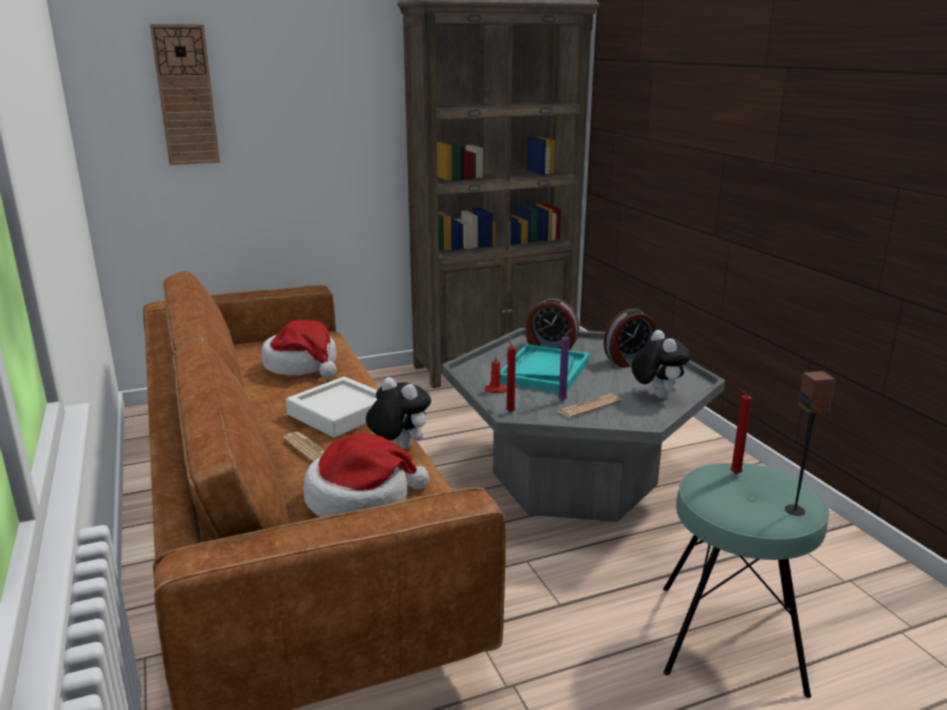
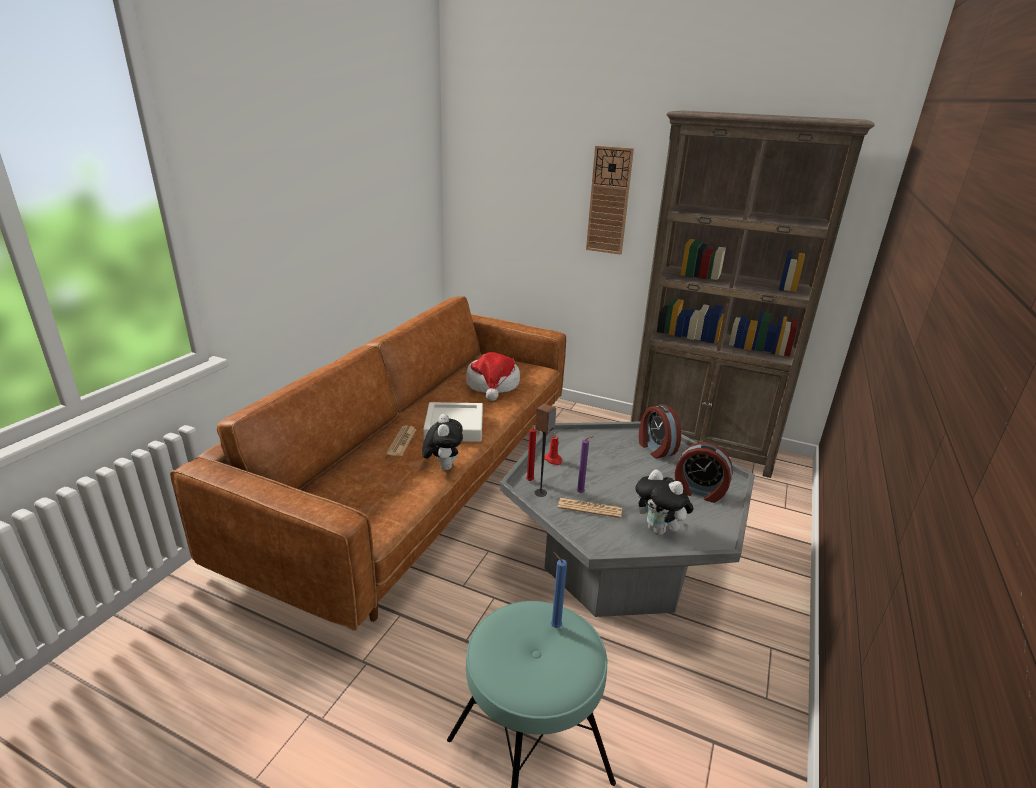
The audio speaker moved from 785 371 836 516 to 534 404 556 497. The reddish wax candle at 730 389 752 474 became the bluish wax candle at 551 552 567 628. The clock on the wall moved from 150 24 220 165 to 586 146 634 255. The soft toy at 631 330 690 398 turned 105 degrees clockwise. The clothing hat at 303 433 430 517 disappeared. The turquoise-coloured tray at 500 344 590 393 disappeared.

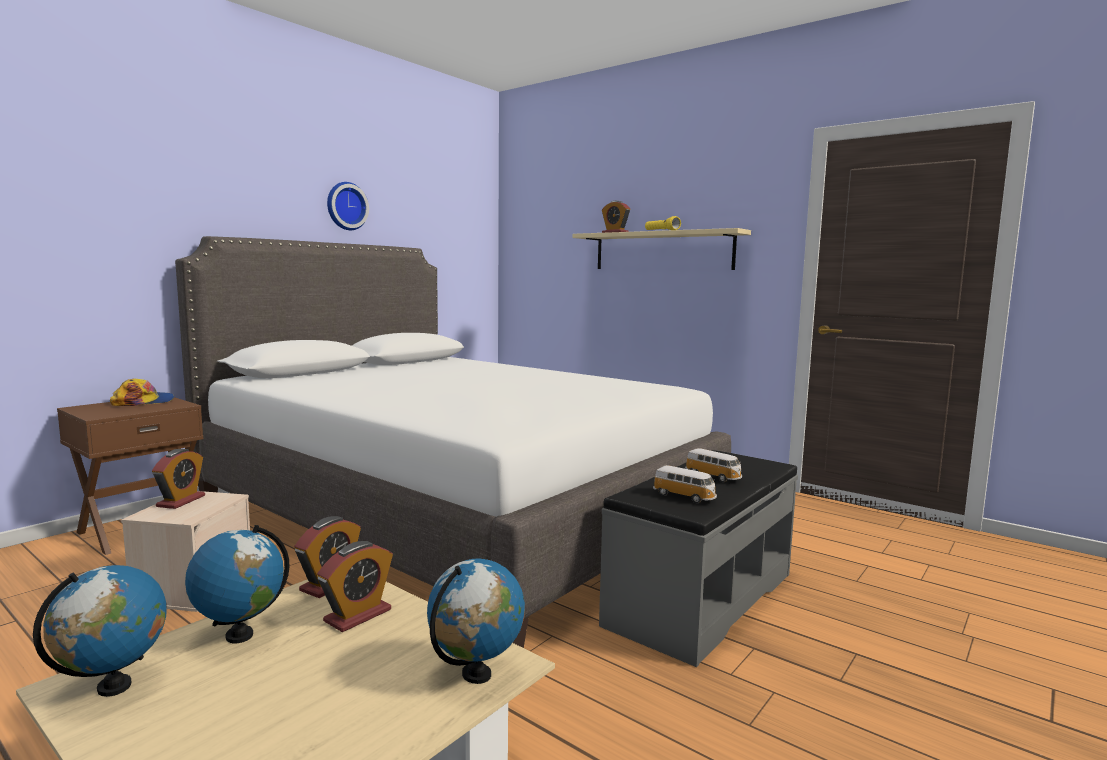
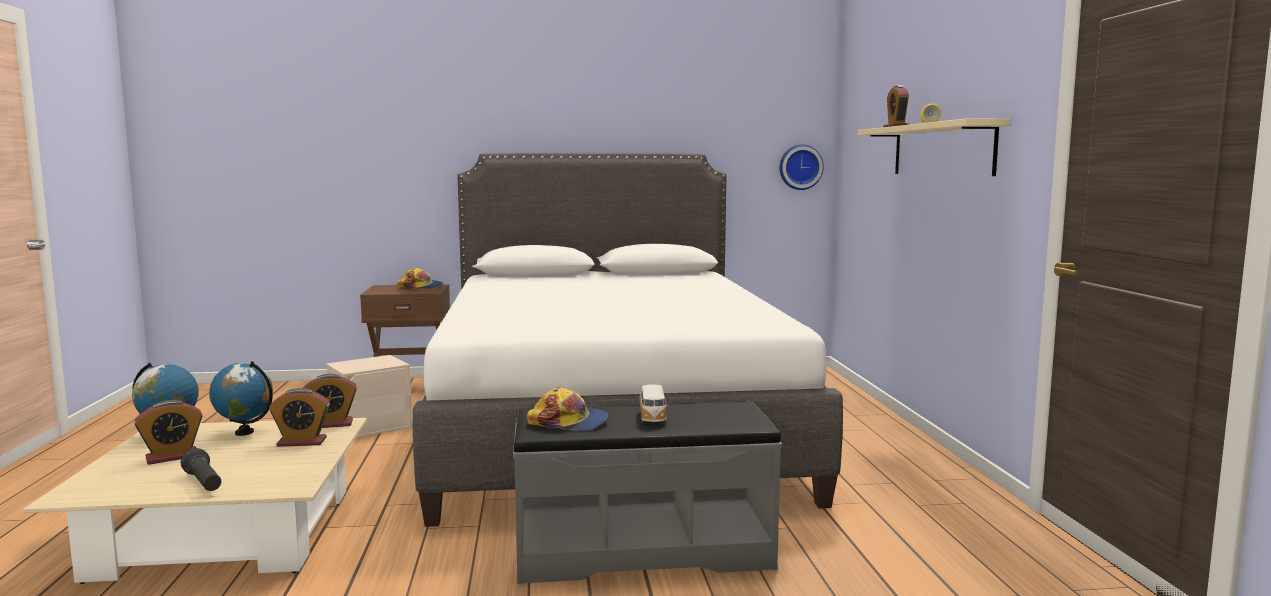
The table clock moved from 152 449 205 509 to 134 400 203 465. The blackish hand torch at 181 448 221 491 appeared. The miniature car at 653 465 717 503 was replaced by the baseball cap at 527 387 608 431. The clock on the wall moved from 327 182 369 230 to 780 144 824 190. The world globe at 427 558 525 684 disappeared.

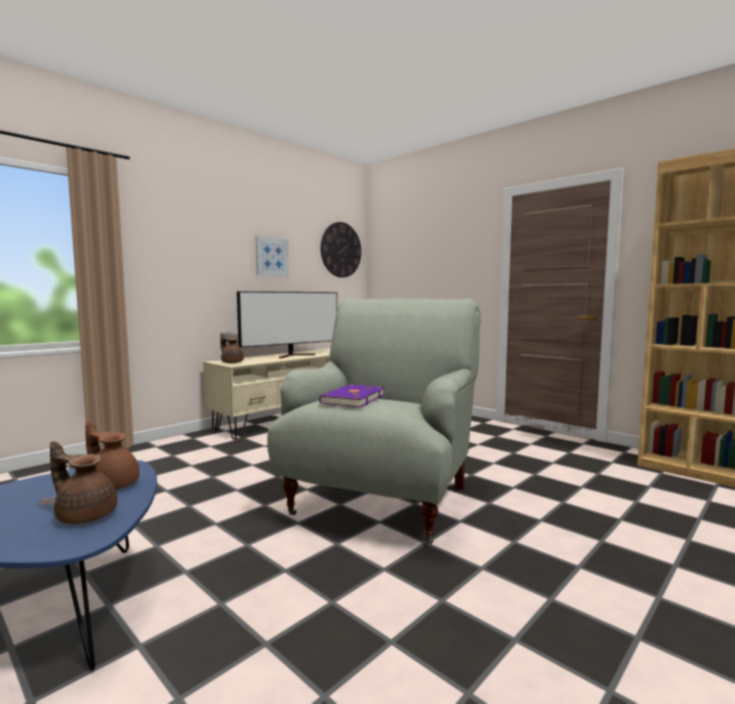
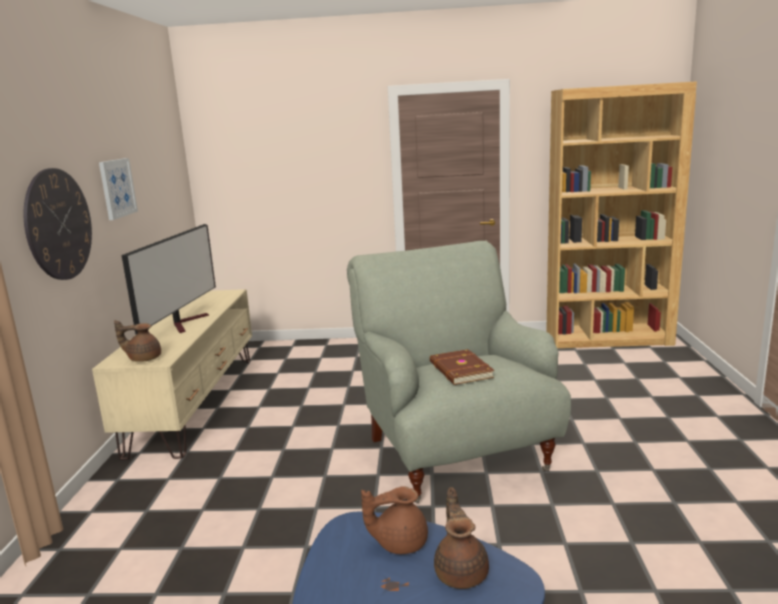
The clock on the wall moved from 320 222 361 278 to 23 168 92 280. The purplish book at 319 384 385 408 became the brown book at 430 349 494 385. The brown pot for tea at 50 441 117 524 turned 105 degrees clockwise.

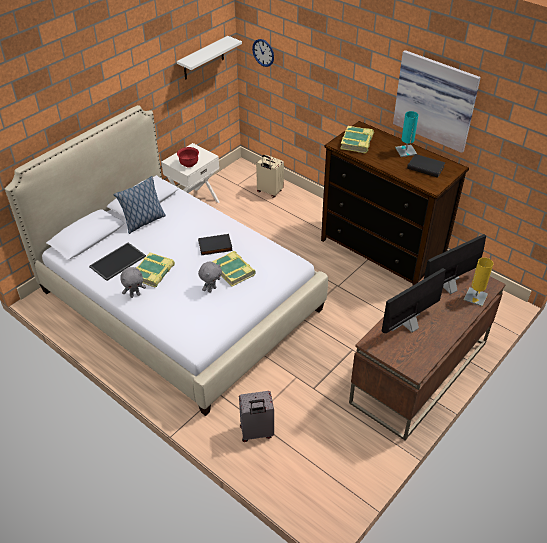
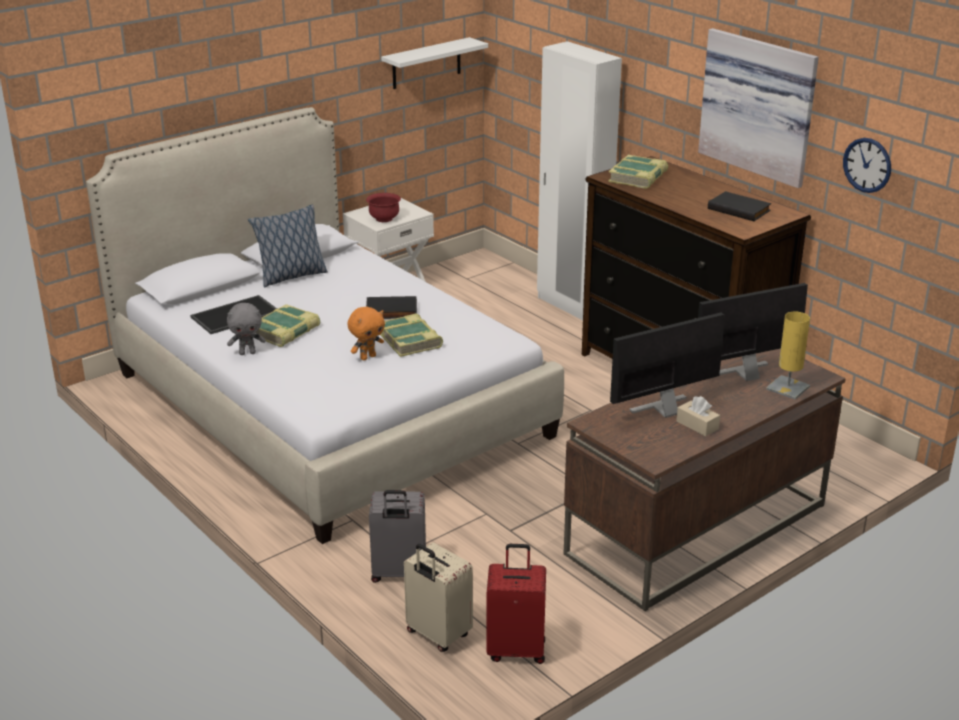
The greyish soft toy at 198 262 222 293 became the orange-coloured soft toy at 347 307 385 360. The sand-coloured travel case moved from 256 155 284 198 to 404 542 473 652. The reddish travel case at 486 544 546 664 appeared. The whitish armoire at 537 41 622 320 appeared. The sand-coloured box of tissues at 676 396 720 436 appeared. The clock on the wall moved from 252 39 274 67 to 843 138 891 193. The turquoise-coloured lamp for a table at 395 111 418 157 disappeared.

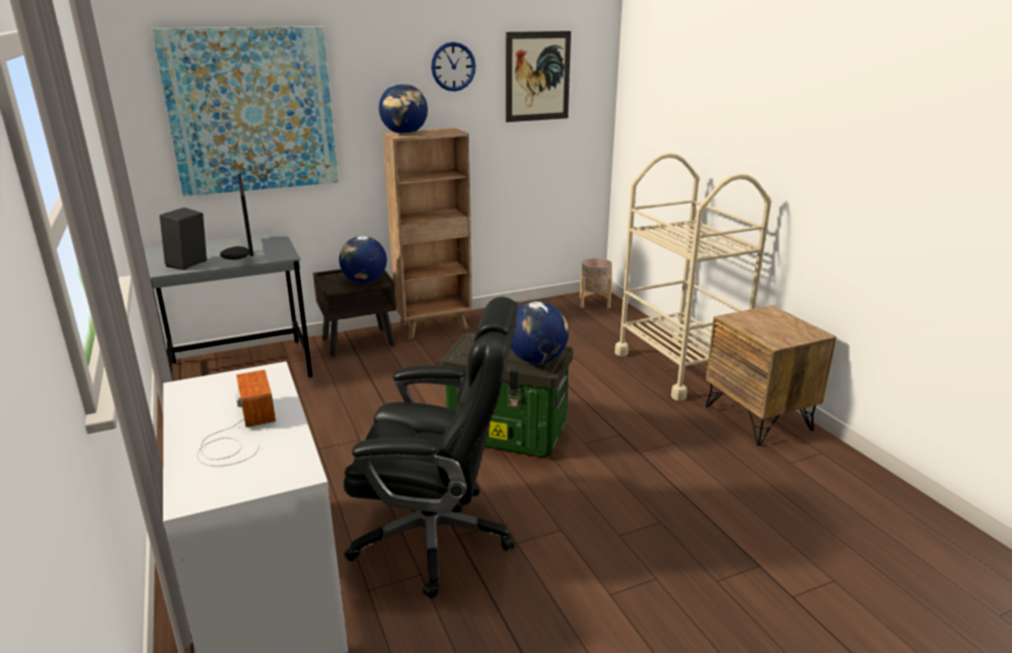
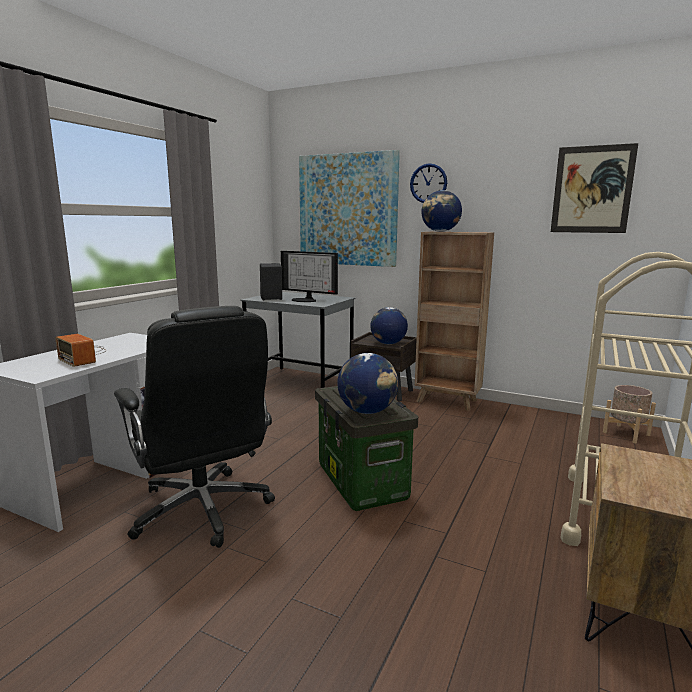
The radio receiver at 197 370 276 466 turned 105 degrees clockwise. The computer display at 220 174 254 260 turned 90 degrees counterclockwise. The clock on the wall moved from 431 42 476 91 to 410 163 447 203.

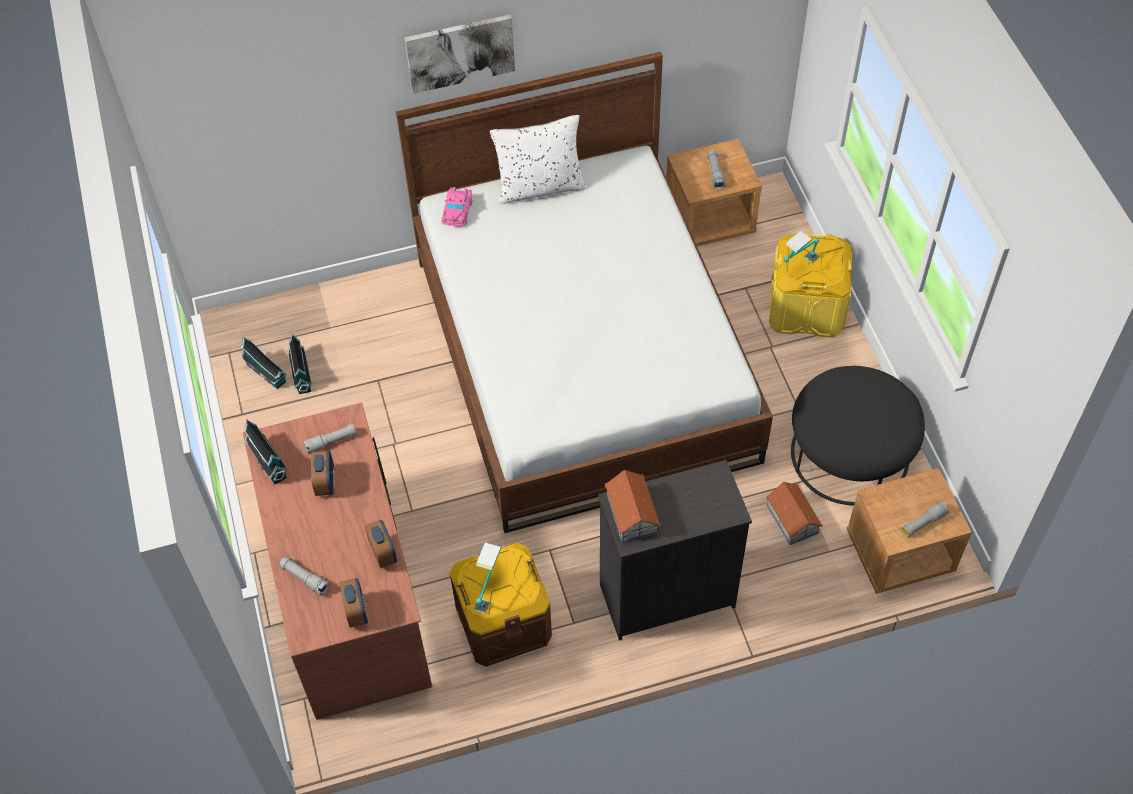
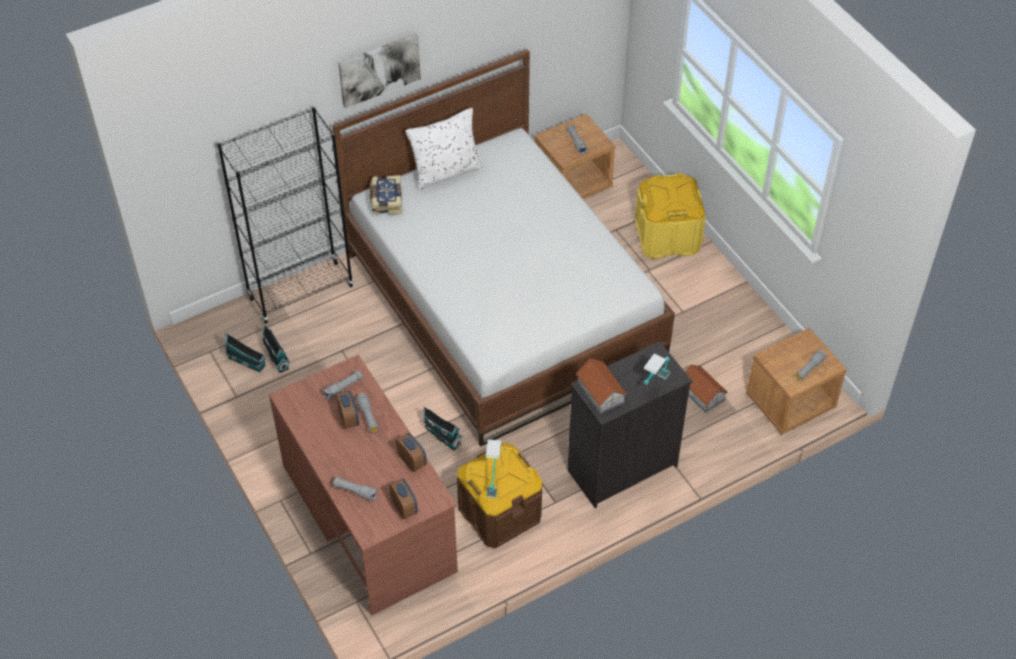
The blackish shelving unit at 217 107 354 324 appeared. The greyish hand torch at 356 393 378 432 appeared. The pink miniature car at 442 187 472 226 was replaced by the book at 370 175 402 216. The toy house moved from 244 419 287 485 to 423 407 463 451. The lamp for a table moved from 784 231 819 263 to 644 353 671 385. The blackish pouffe at 791 366 925 505 disappeared.

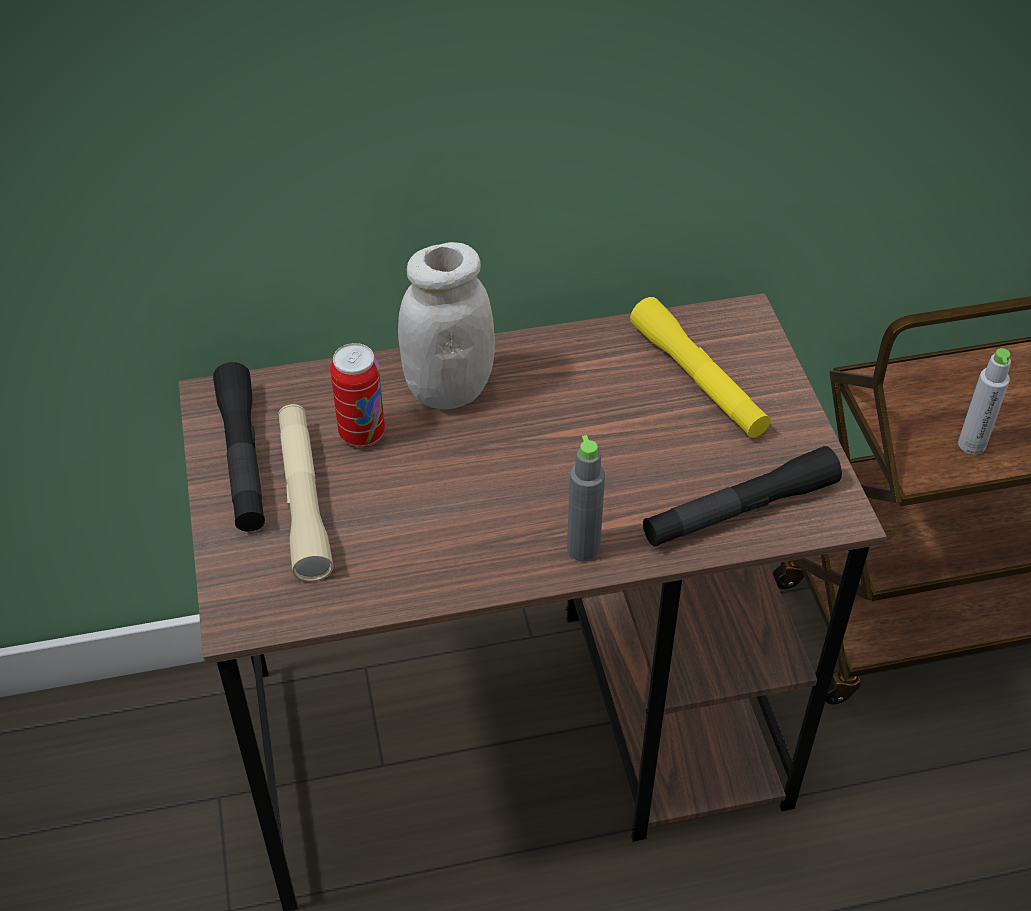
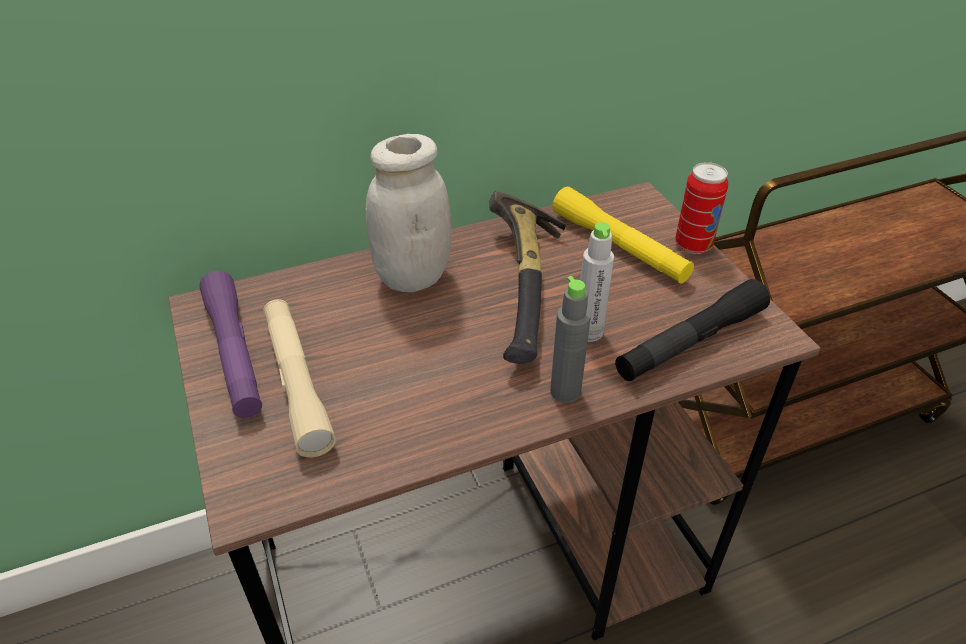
The blackish hand torch at 213 362 265 532 became the purplish hand torch at 199 271 262 418. The hammer at 489 191 567 364 appeared. The greyish drink bottle moved from 958 348 1011 455 to 580 222 614 342. The can moved from 330 343 385 447 to 675 162 728 254.

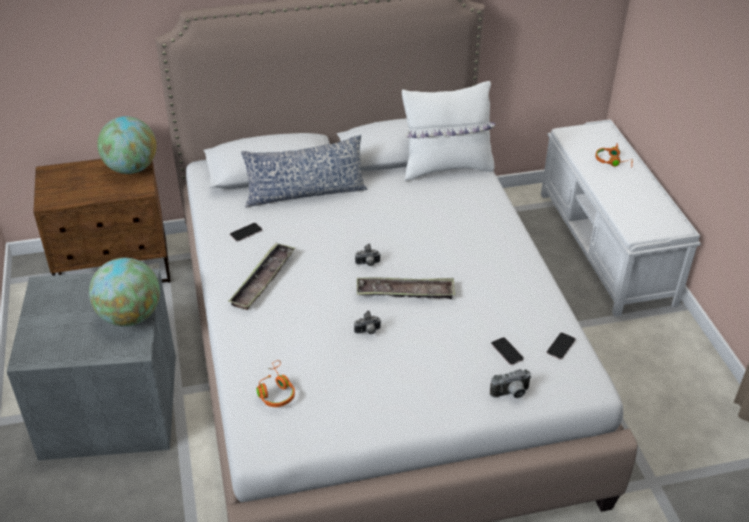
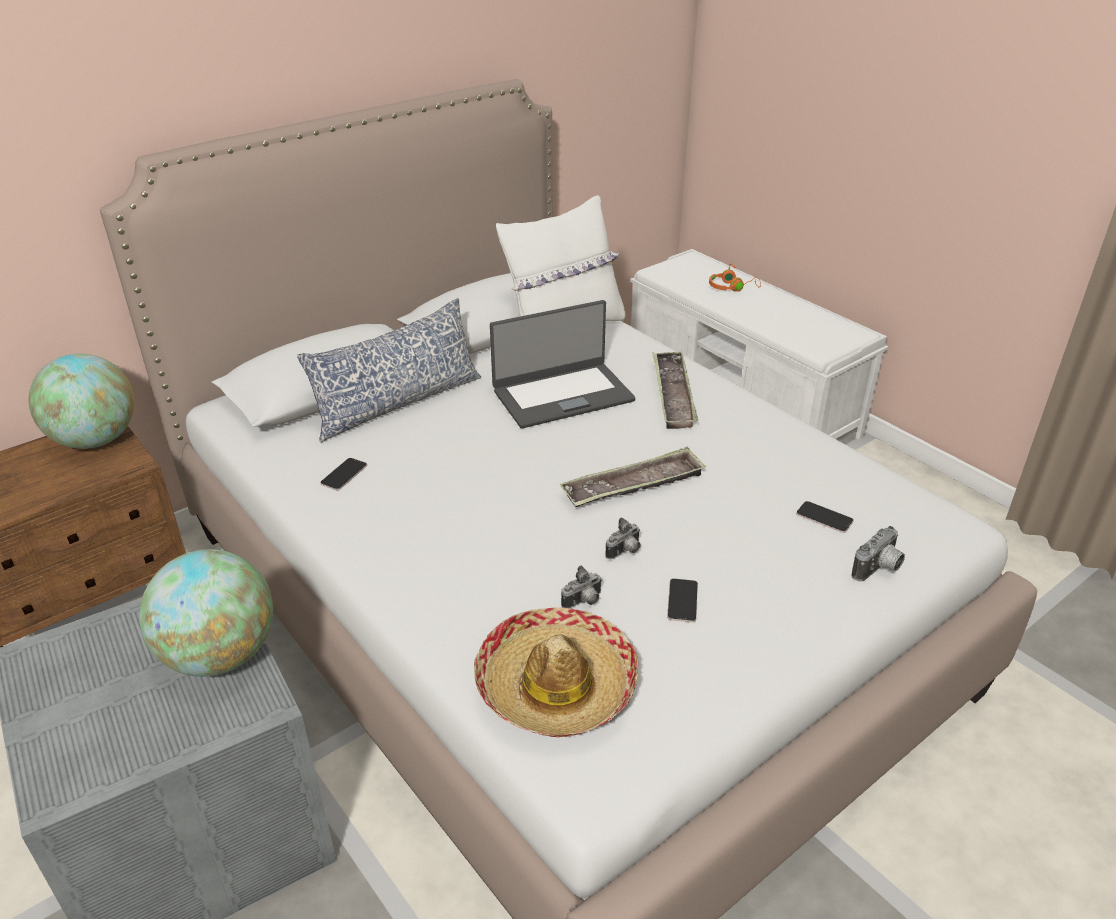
The orange-coloured headphones at 257 360 295 407 was replaced by the clothing hat at 474 607 638 737. The laptop at 490 300 635 428 appeared. The photo camera moved from 355 244 381 266 to 561 566 602 608. The tray moved from 228 243 295 310 to 652 352 698 429. The handset moved from 546 333 576 360 to 667 578 698 622.

